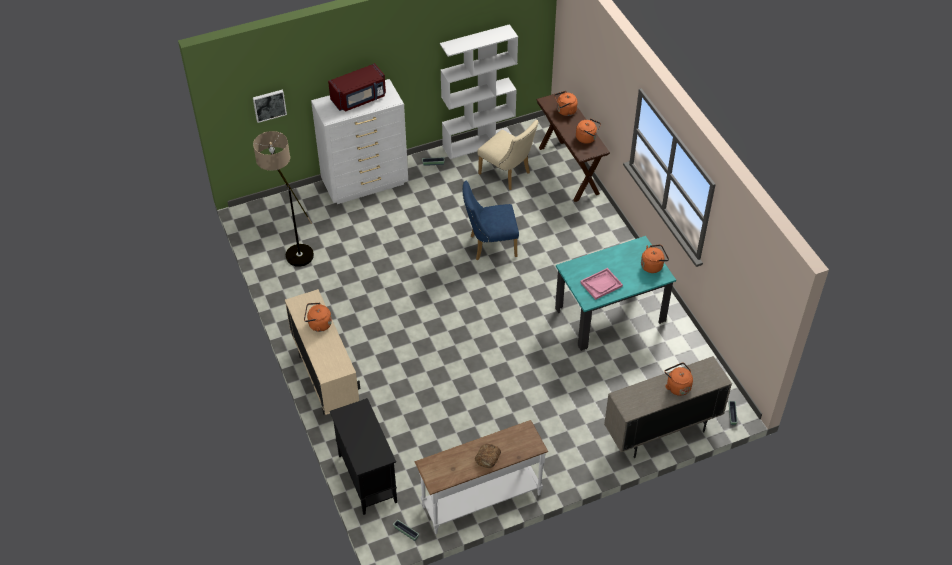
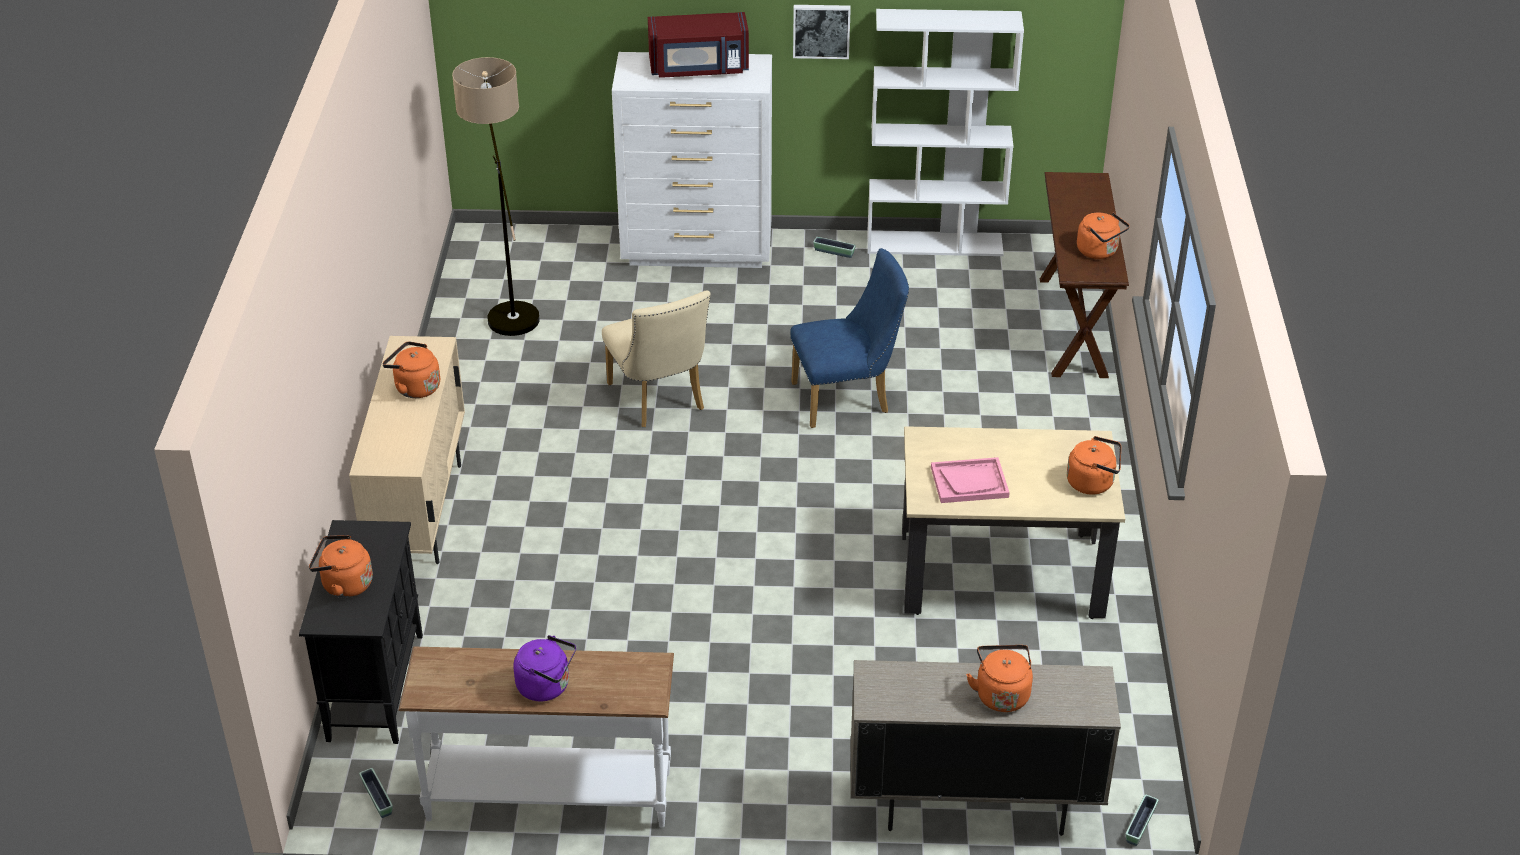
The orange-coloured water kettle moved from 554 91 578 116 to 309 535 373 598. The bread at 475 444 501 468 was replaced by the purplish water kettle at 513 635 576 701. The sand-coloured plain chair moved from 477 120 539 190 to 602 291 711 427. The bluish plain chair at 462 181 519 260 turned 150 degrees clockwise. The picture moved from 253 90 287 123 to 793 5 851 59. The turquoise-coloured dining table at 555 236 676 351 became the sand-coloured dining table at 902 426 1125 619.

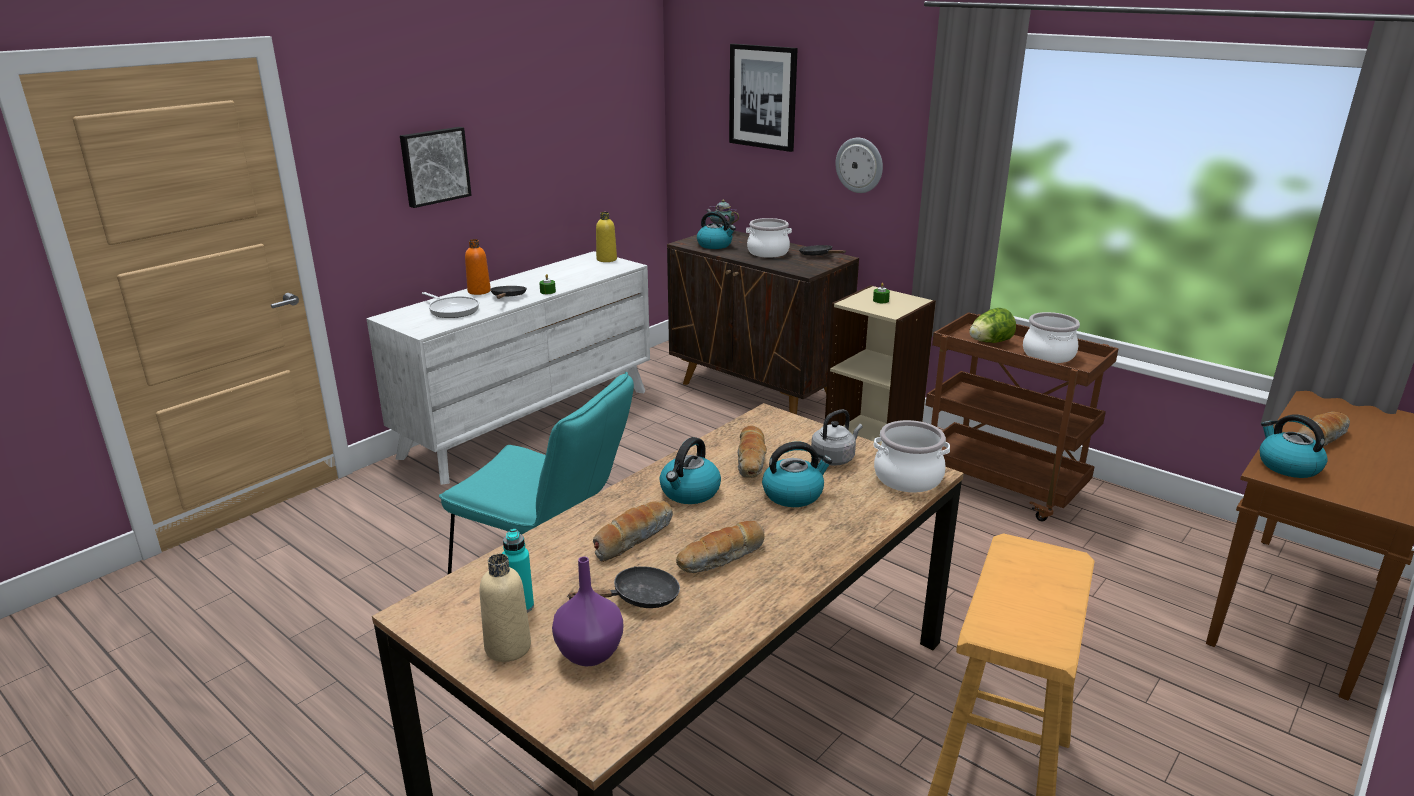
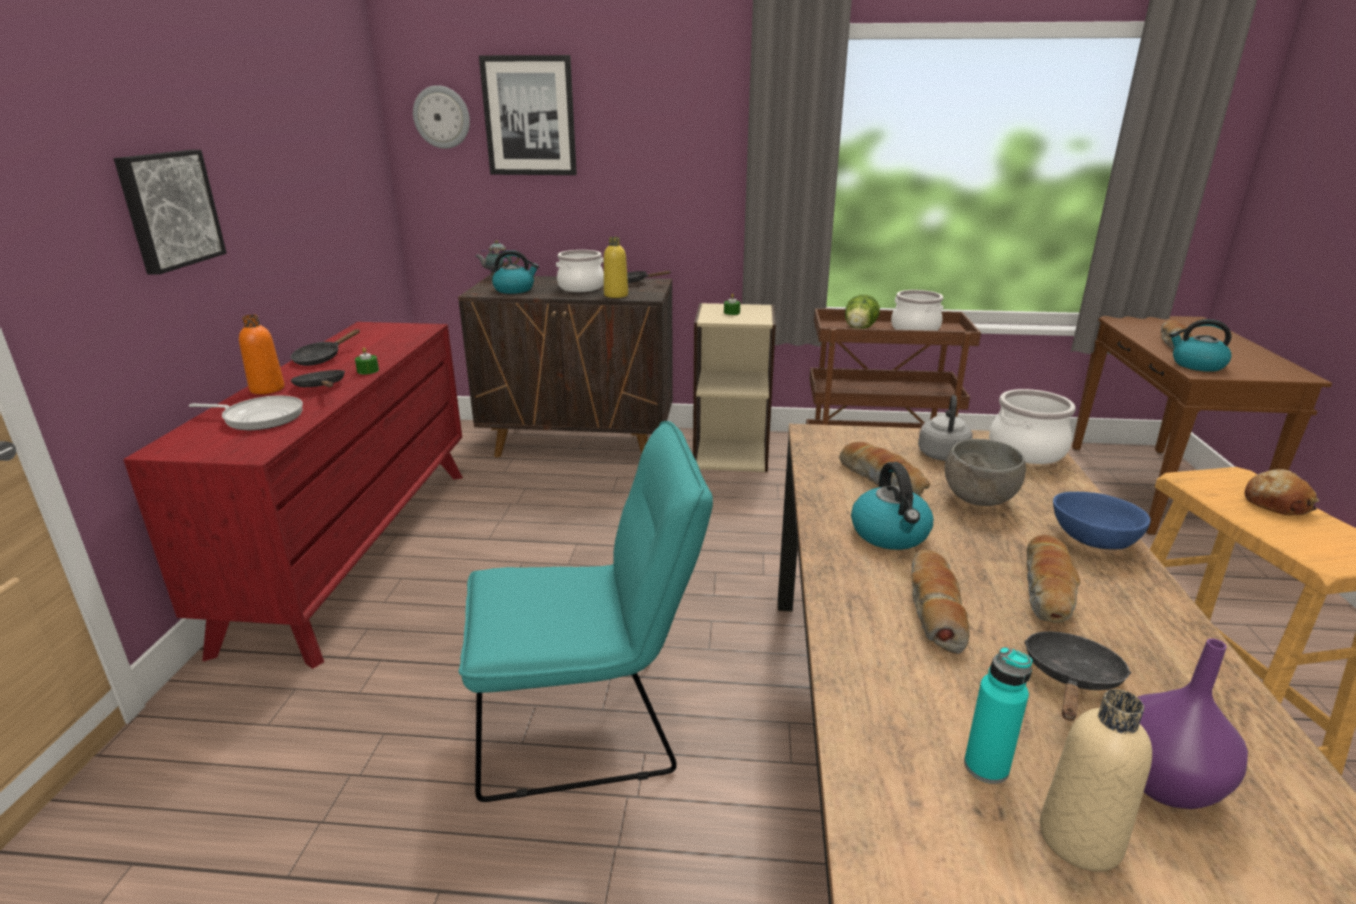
The whitish drawer chest at 366 251 650 485 became the reddish drawer chest at 123 322 463 669. The blackish pan at 291 329 360 366 appeared. The clock on the wall moved from 835 138 883 193 to 413 85 470 149. The yellowish drink bottle moved from 596 212 617 262 to 604 237 628 298. The water kettle at 762 441 832 507 was replaced by the greyish bowl at 945 439 1026 506. The bluish bowl at 1053 492 1151 549 appeared. The bread at 1245 469 1319 516 appeared.

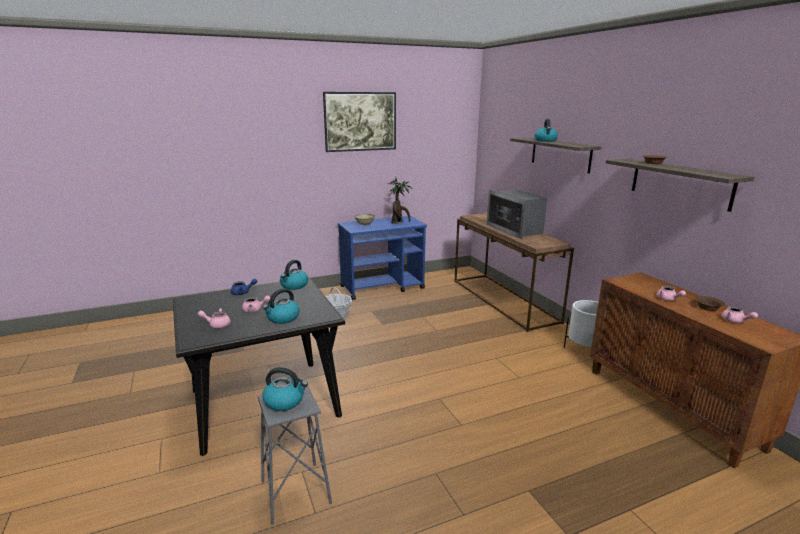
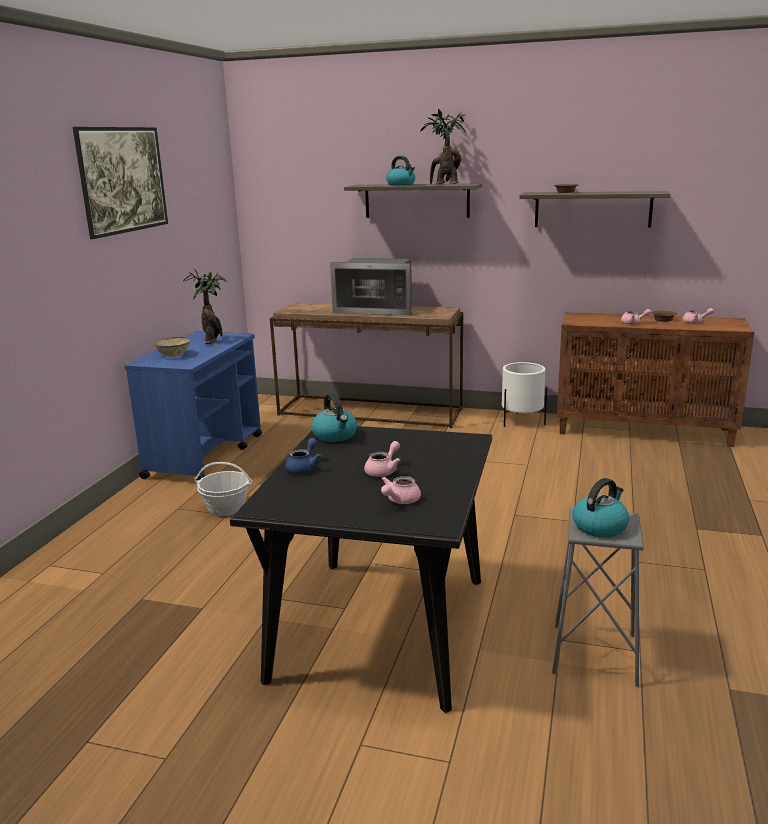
The potted plant at 420 109 466 184 appeared. The water kettle at 263 288 299 324 disappeared.

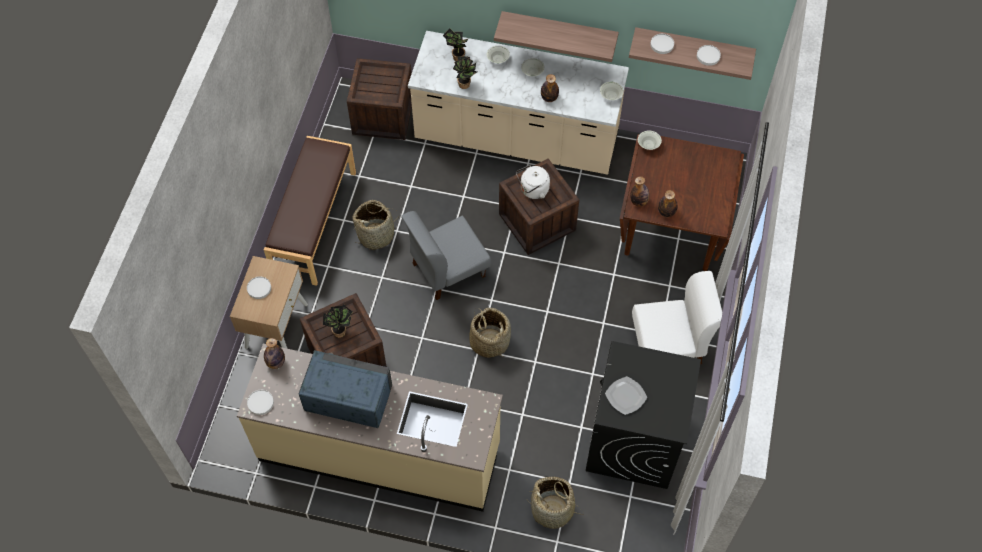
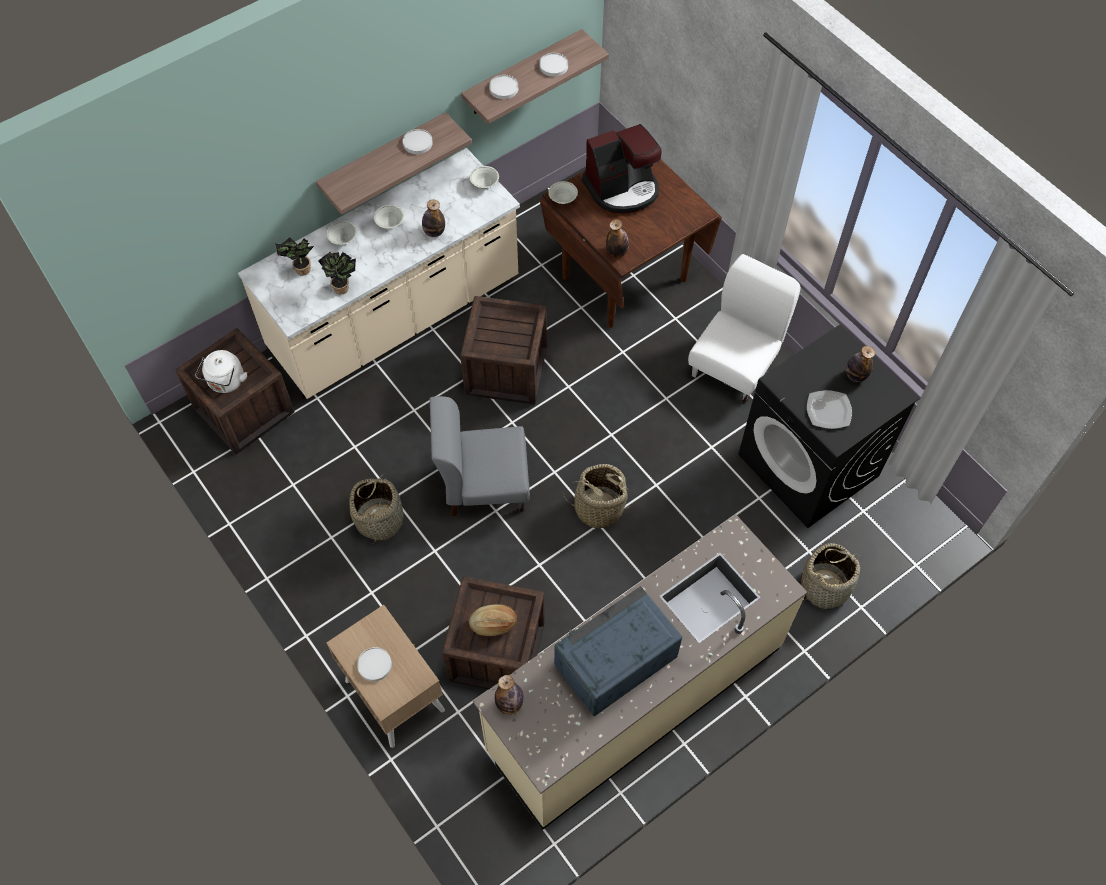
The whitish water kettle moved from 516 165 550 199 to 195 350 247 393. The whitish dinner plate moved from 247 390 274 415 to 403 129 433 154. The greyish plain chair at 401 211 491 300 turned 75 degrees clockwise. The potted plant at 323 304 352 338 was replaced by the bread at 469 604 517 636. The coffee machine at 582 124 662 213 appeared. The drink bottle moved from 658 190 678 217 to 846 346 875 382. The brown bench at 264 136 356 286 disappeared.

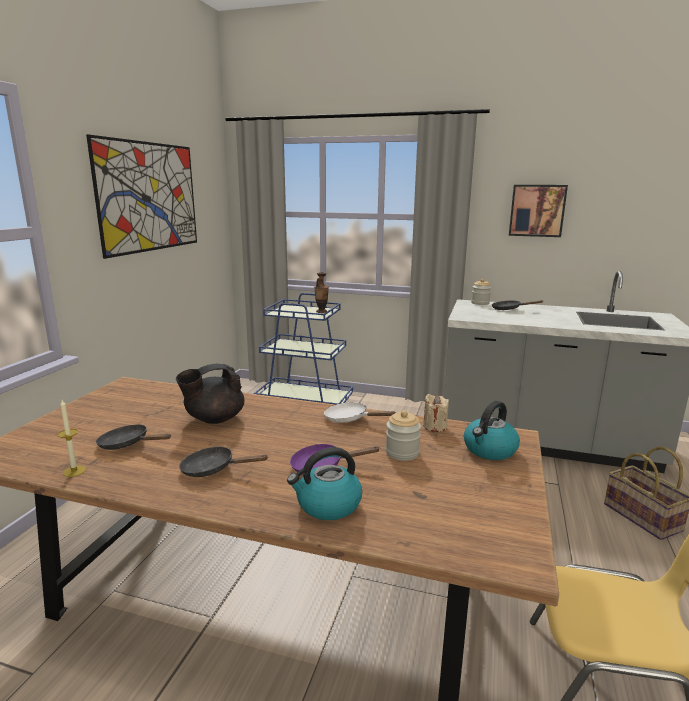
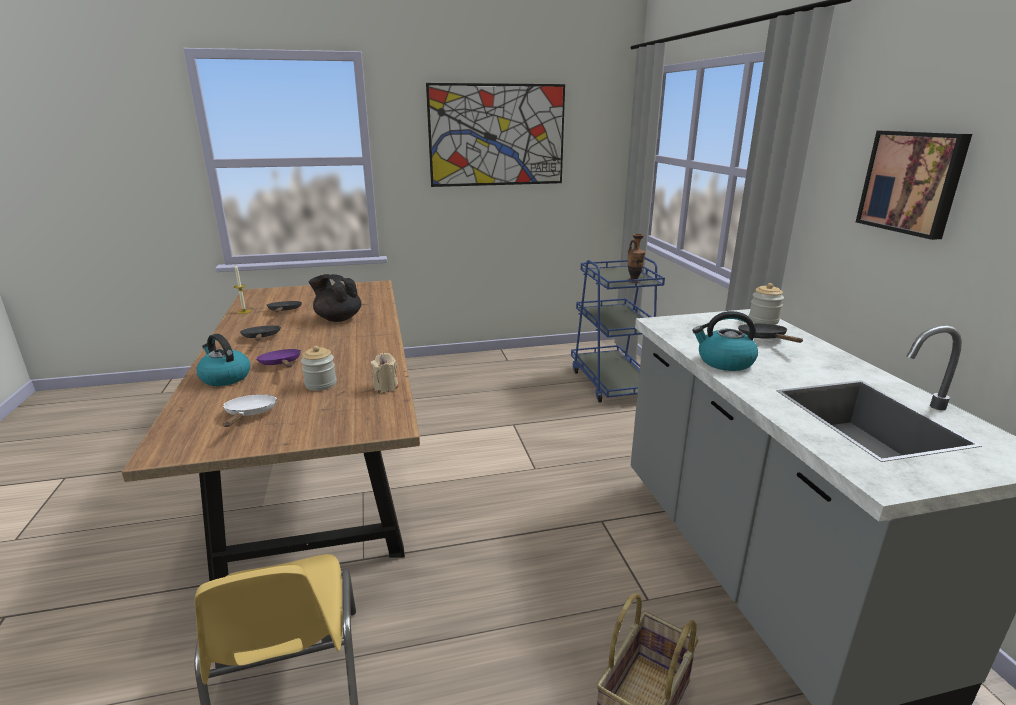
The whitish pan moved from 324 402 396 423 to 223 395 277 427. The water kettle moved from 464 401 520 460 to 692 311 758 371.

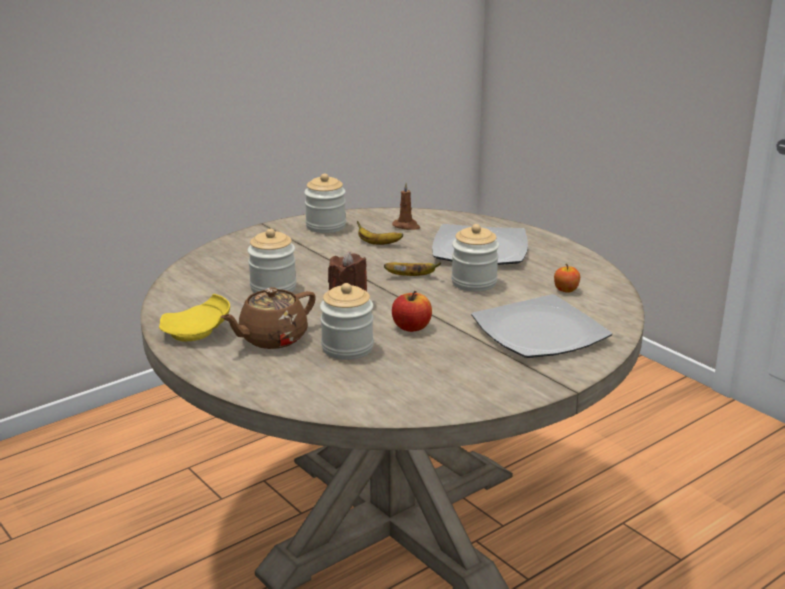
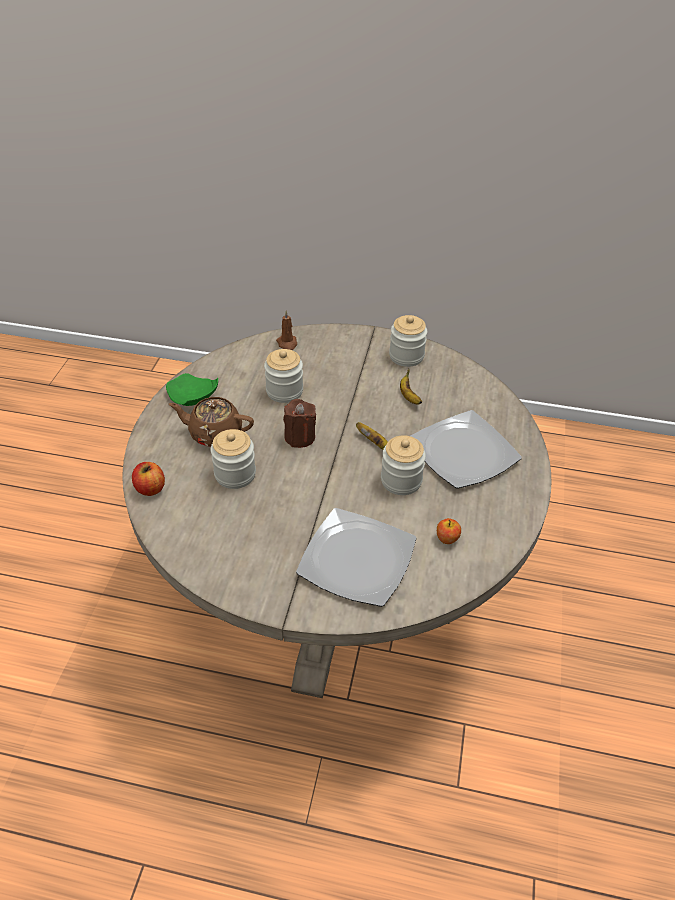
The apple fruit moved from 392 291 432 332 to 132 462 165 496. The yellowish dinner plate at 159 294 230 342 became the green dinner plate at 166 373 218 406. The brown wax candle moved from 392 183 420 230 to 276 311 297 350.

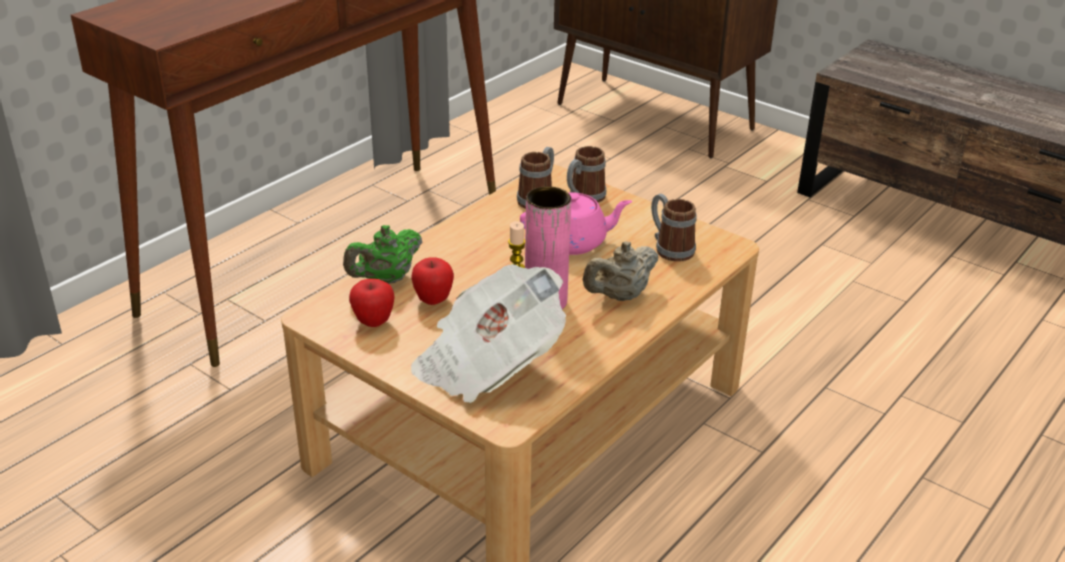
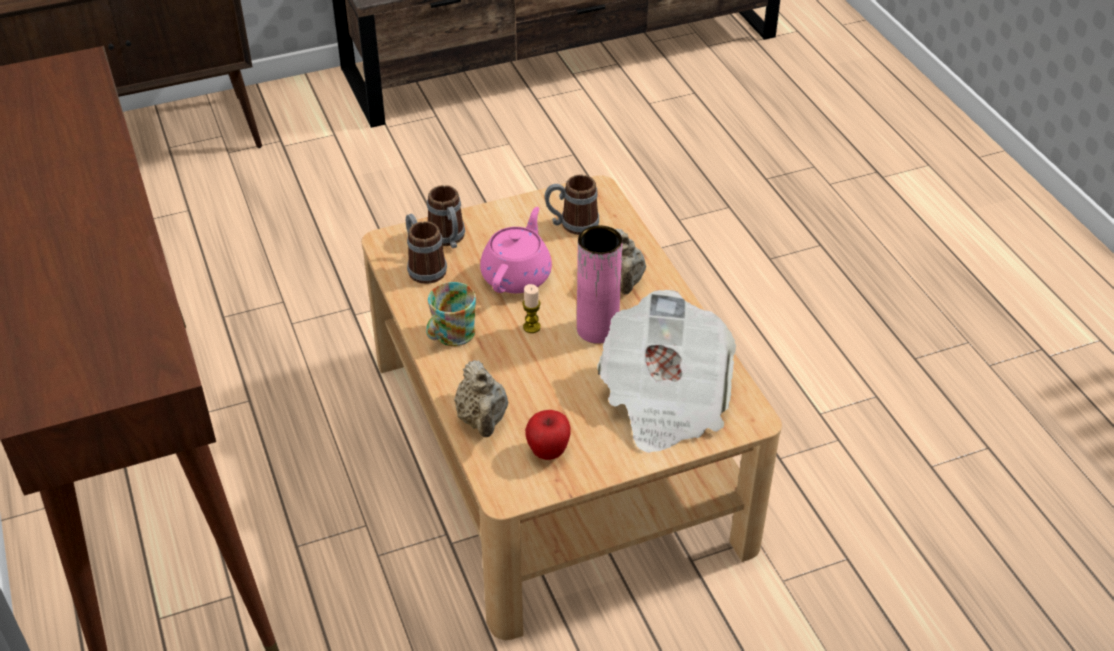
The mug at 426 282 476 346 appeared. The green pot for tea at 343 225 422 284 became the sand-coloured pot for tea at 454 360 508 437. The apple fruit at 411 257 454 305 disappeared.

